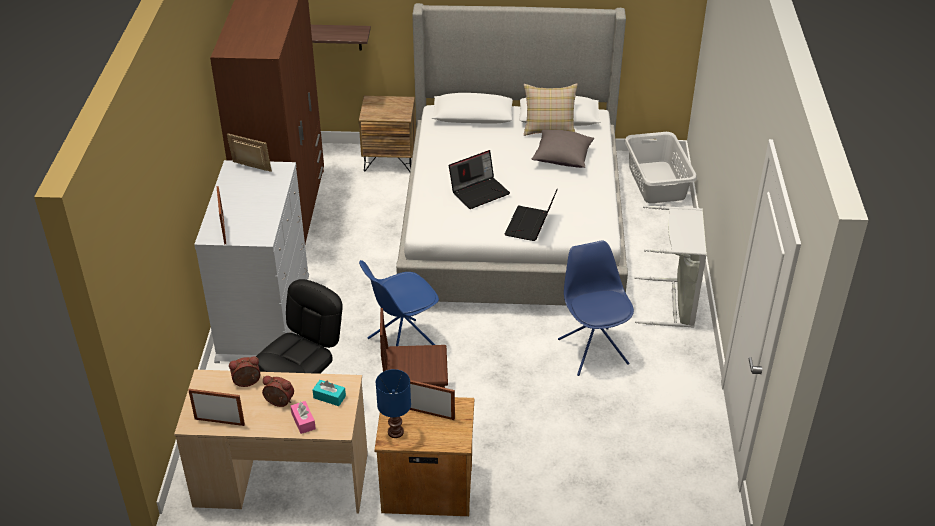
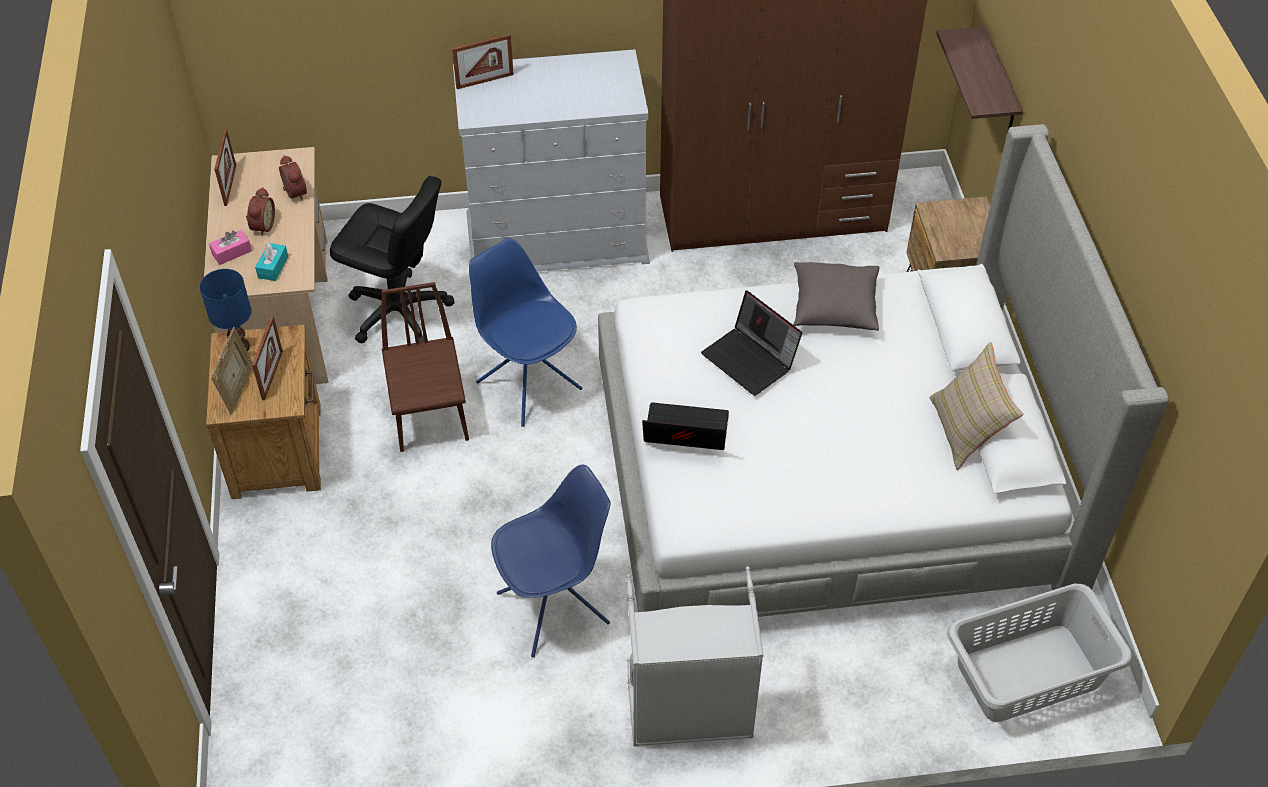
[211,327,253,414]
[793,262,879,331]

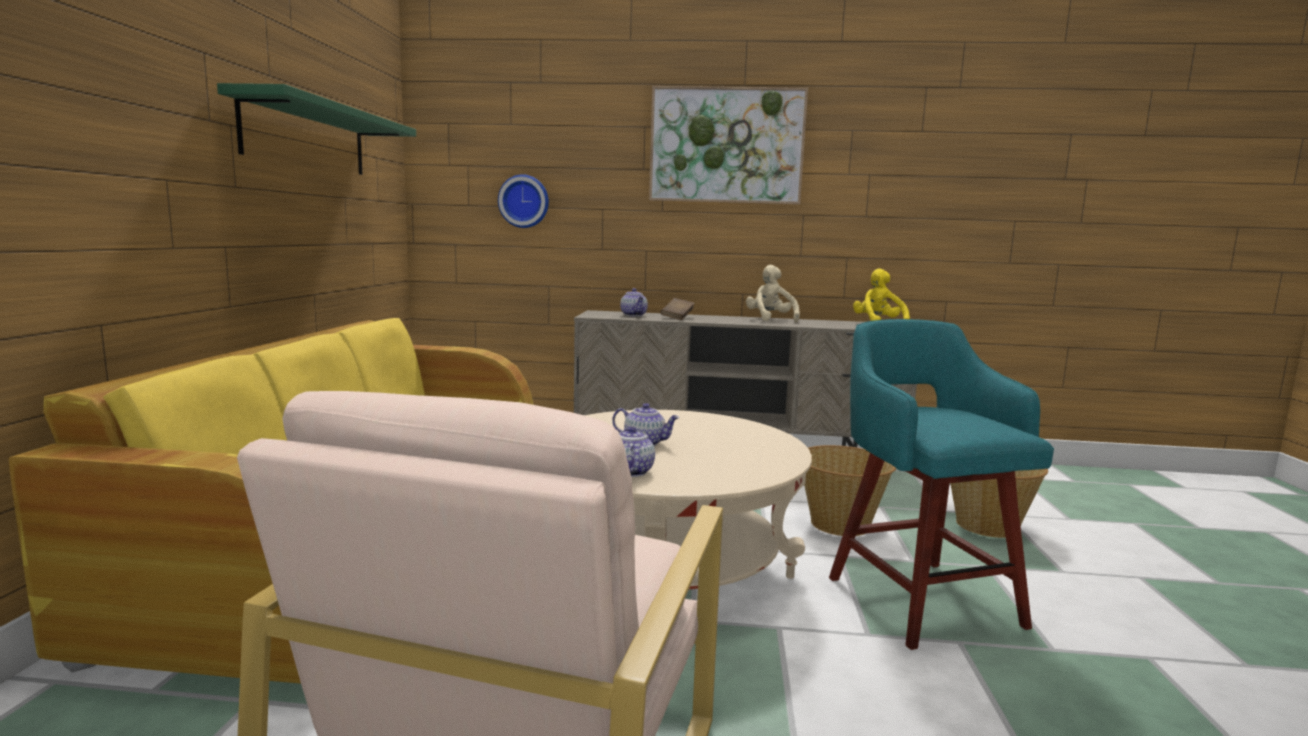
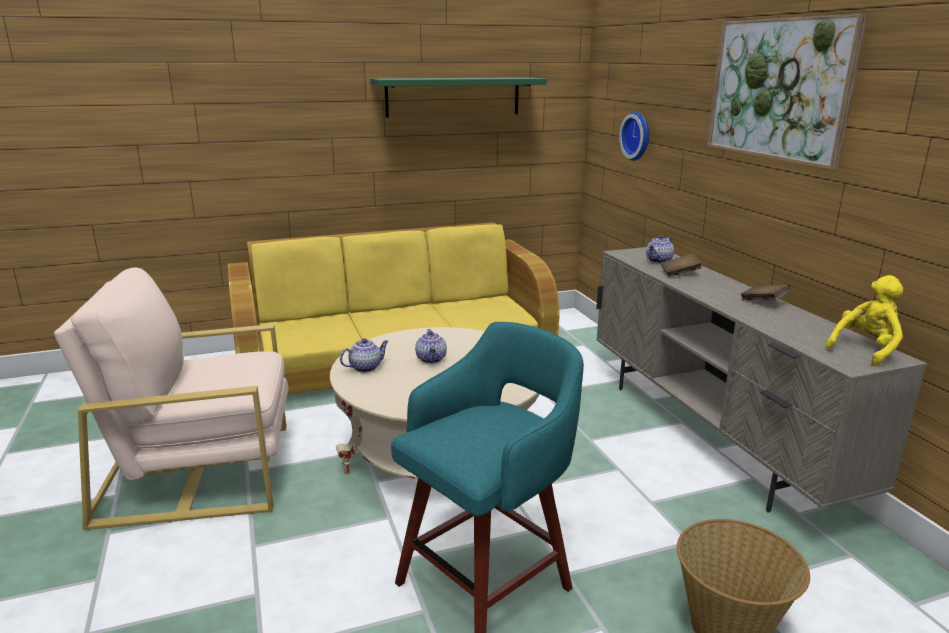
[740,285,791,301]
[804,445,897,536] (first image)

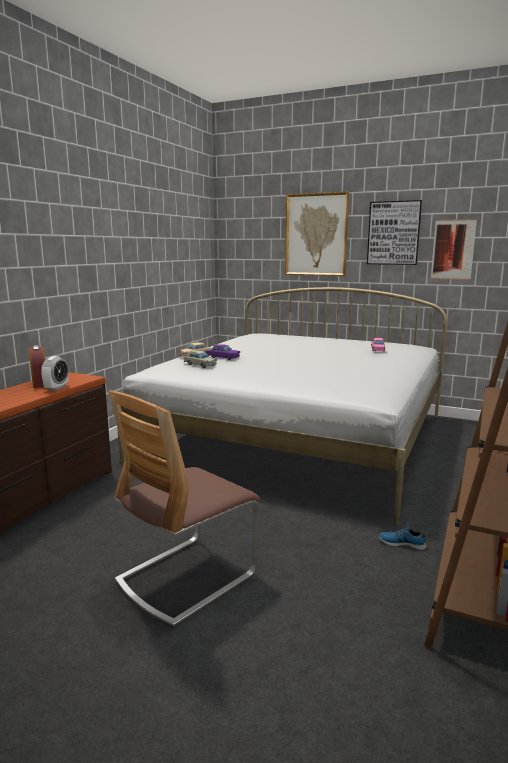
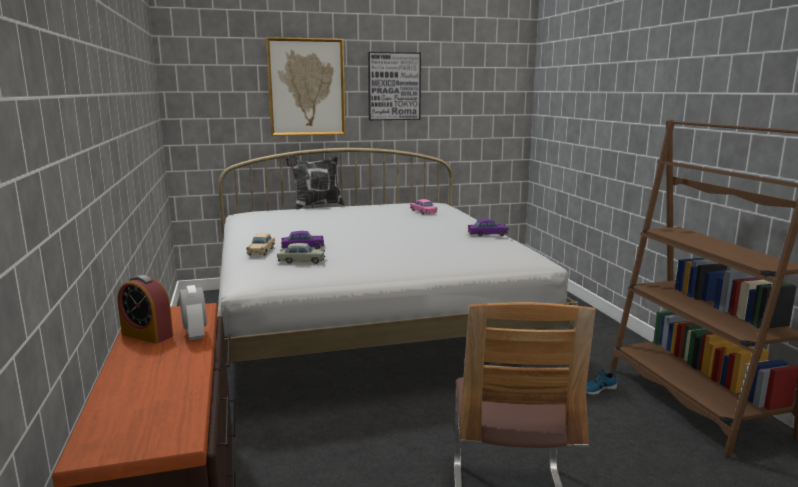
[431,219,477,280] (first image)
[286,155,345,209]
[468,219,509,236]

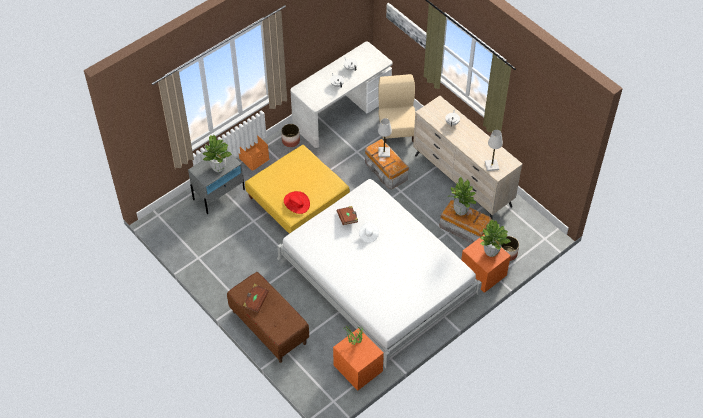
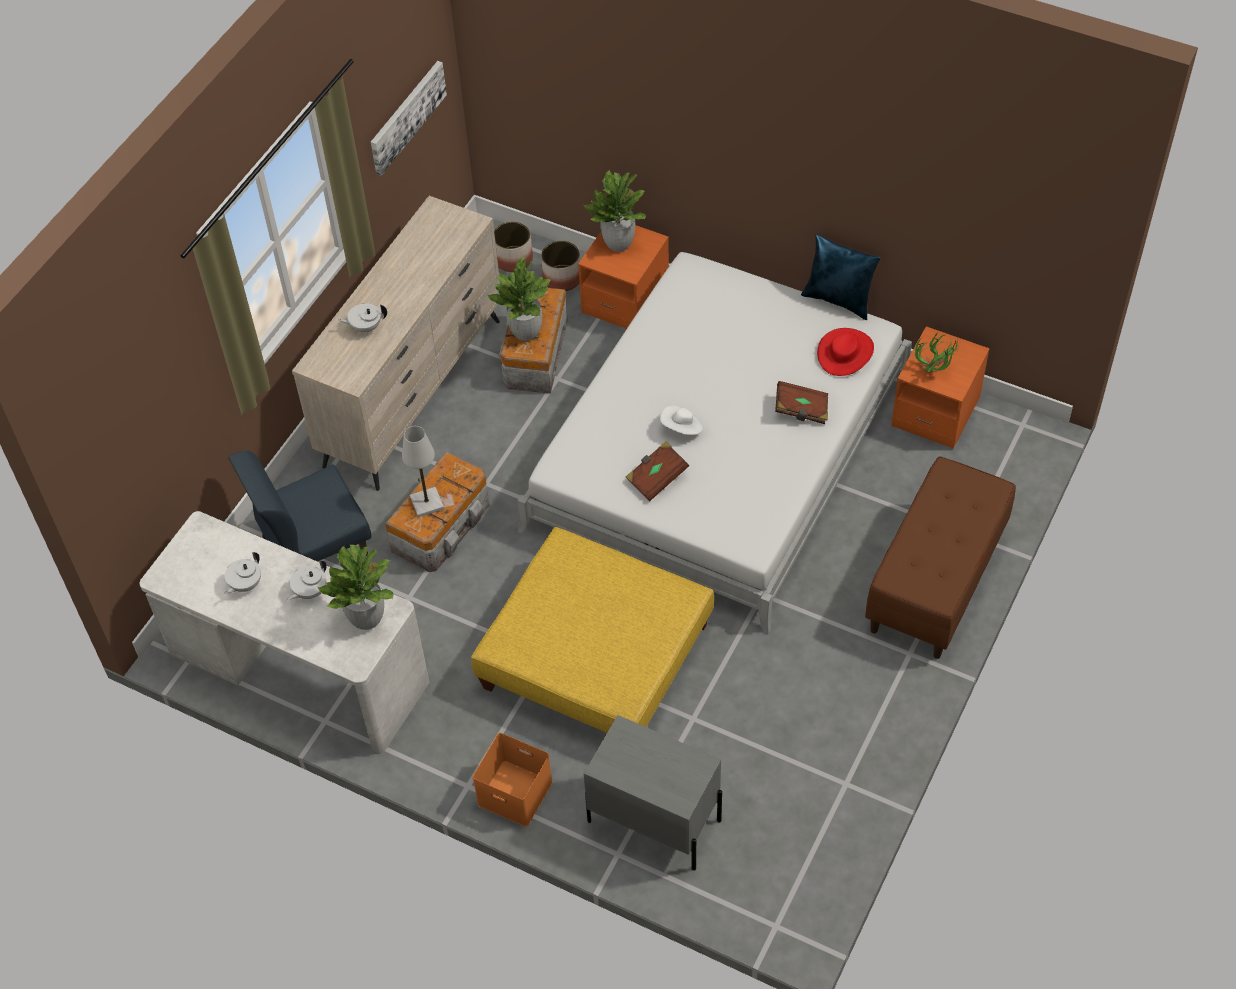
[318,544,393,630]
[775,381,828,424]
[494,222,533,272]
[817,328,874,376]
[228,451,371,562]
[371,61,447,176]
[485,130,503,171] (first image)
[801,234,880,320]

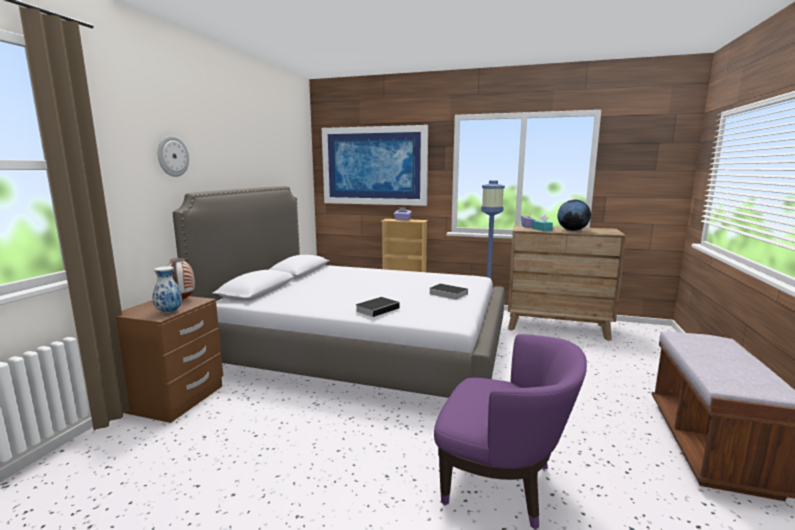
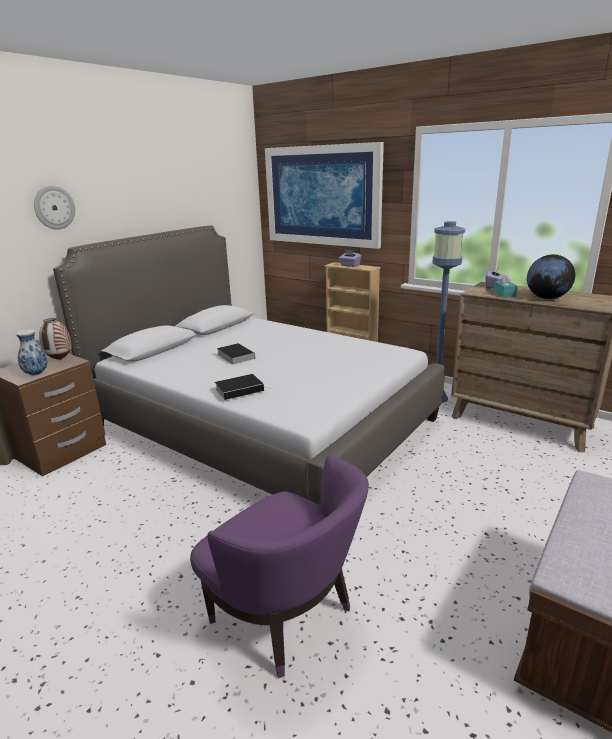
[217,343,255,365]

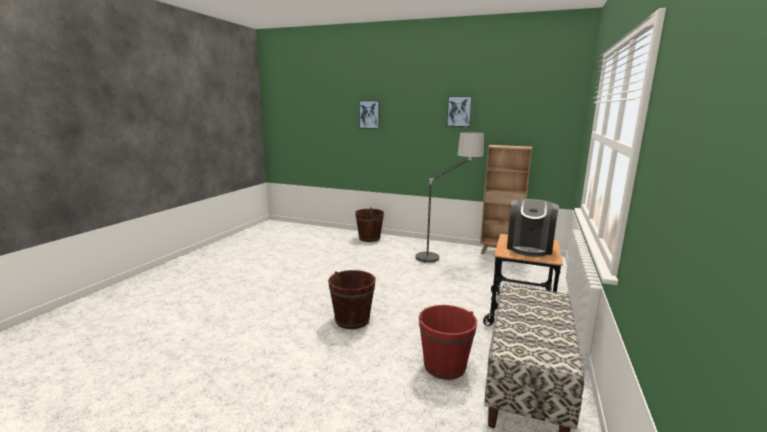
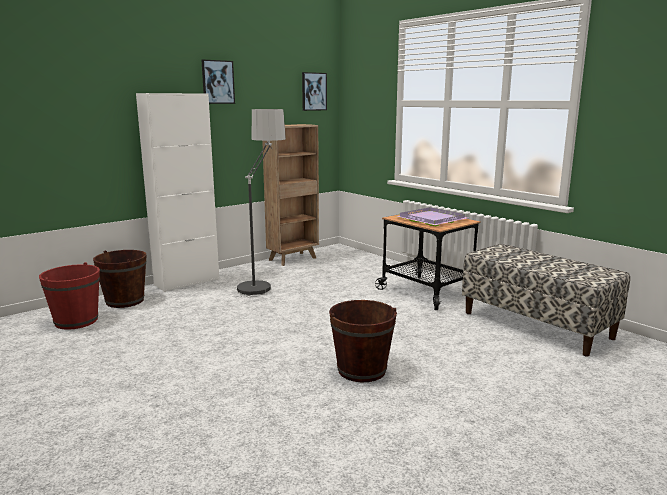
[302,72,327,111]
[39,262,100,330]
[396,207,468,226]
[136,93,219,292]

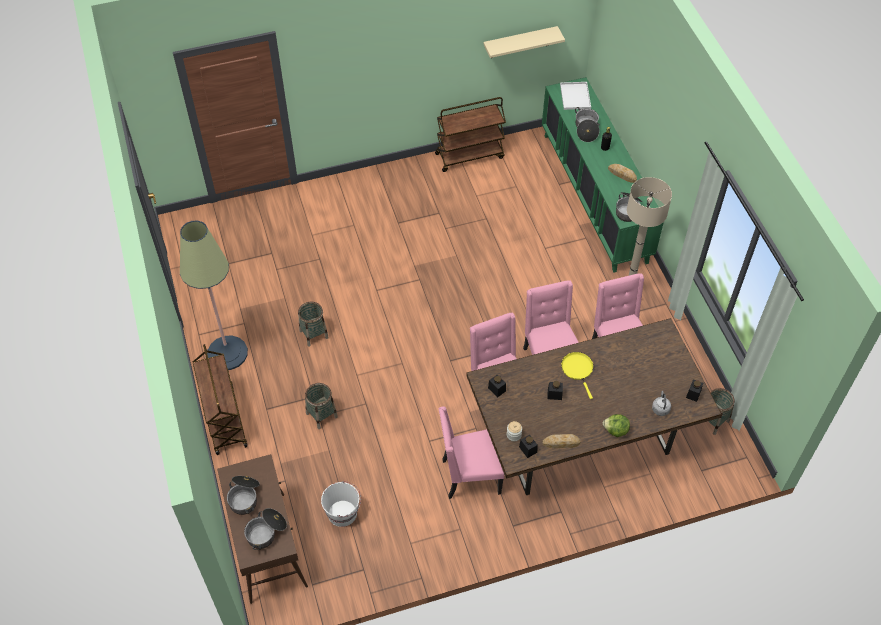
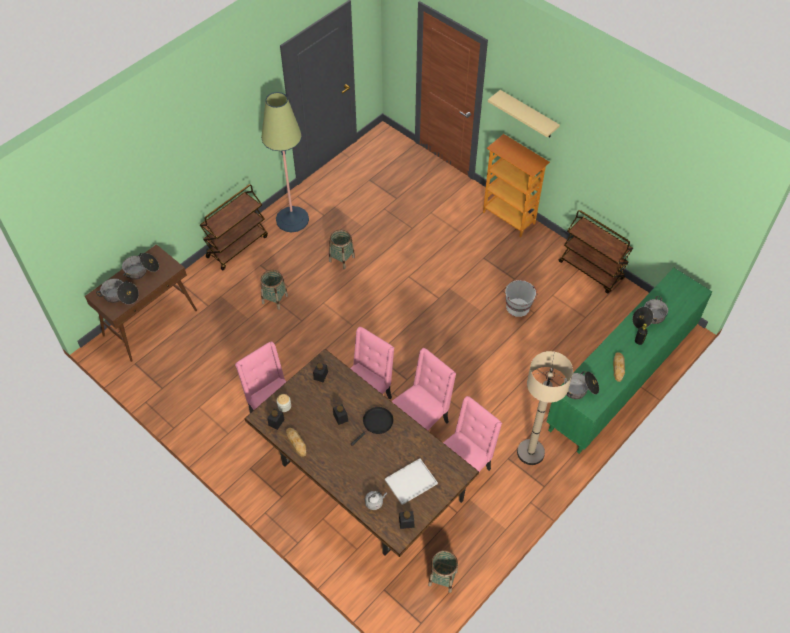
[505,280,537,317]
[488,90,560,137]
[385,458,438,505]
[351,407,393,446]
[603,414,630,437] (first image)
[483,134,550,237]

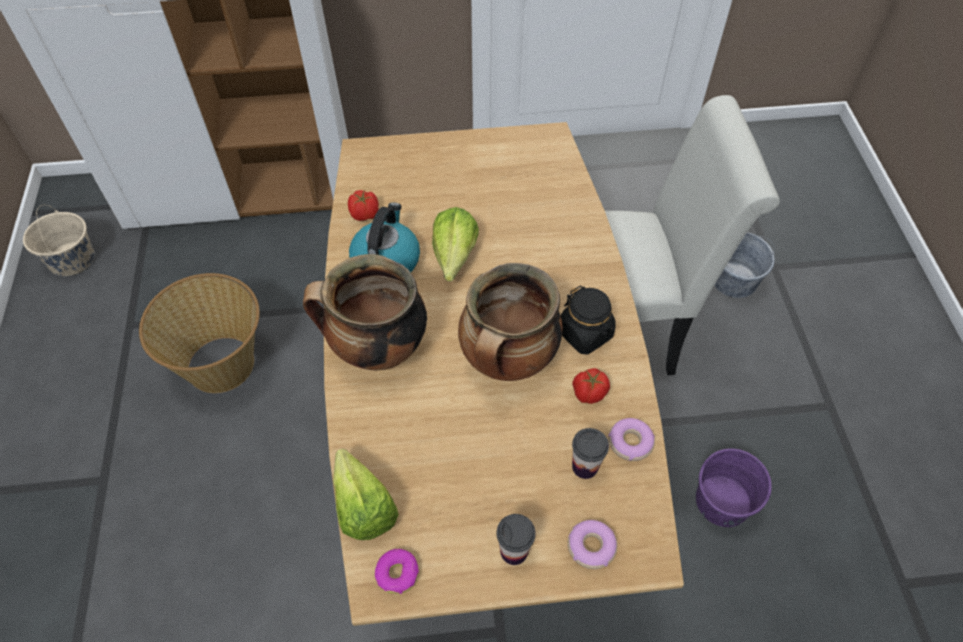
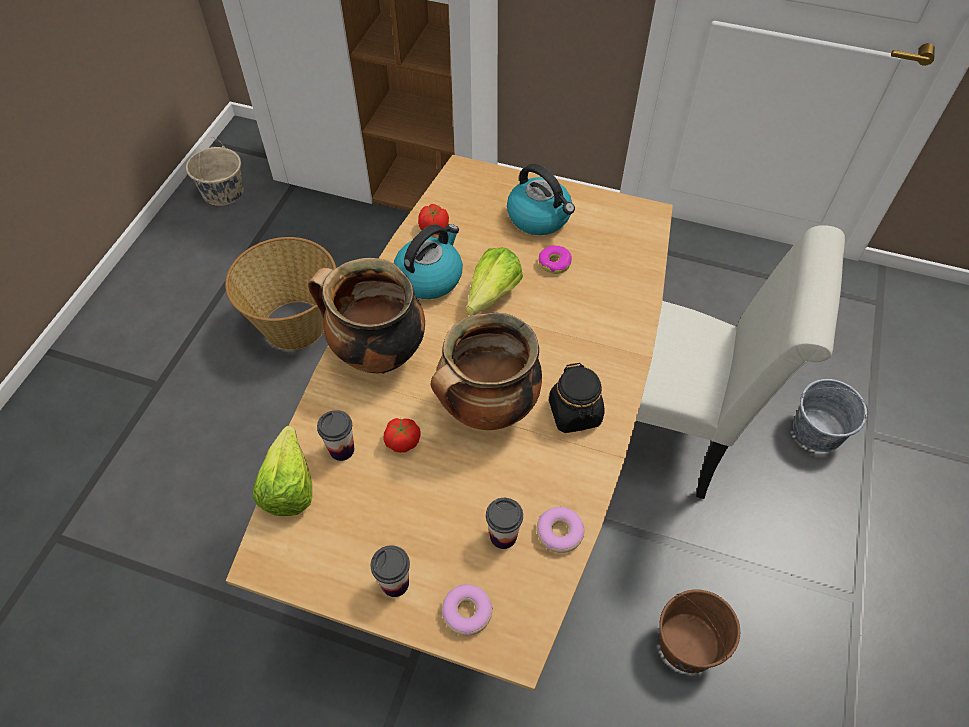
[538,245,572,274]
[384,418,420,453]
[659,589,740,673]
[317,410,354,461]
[507,164,575,235]

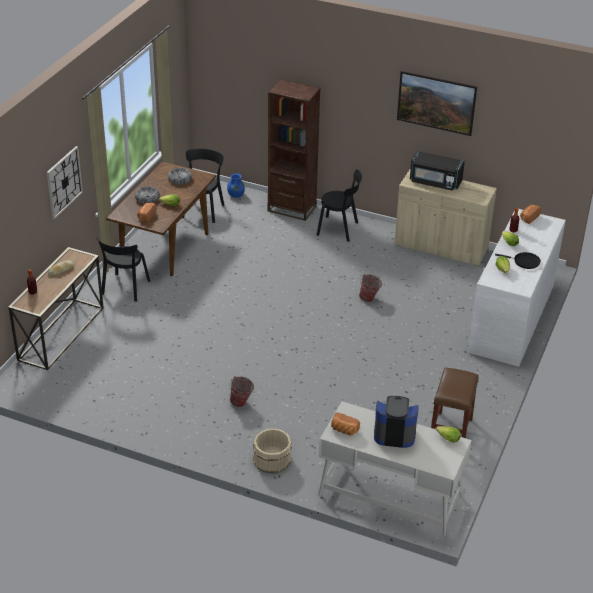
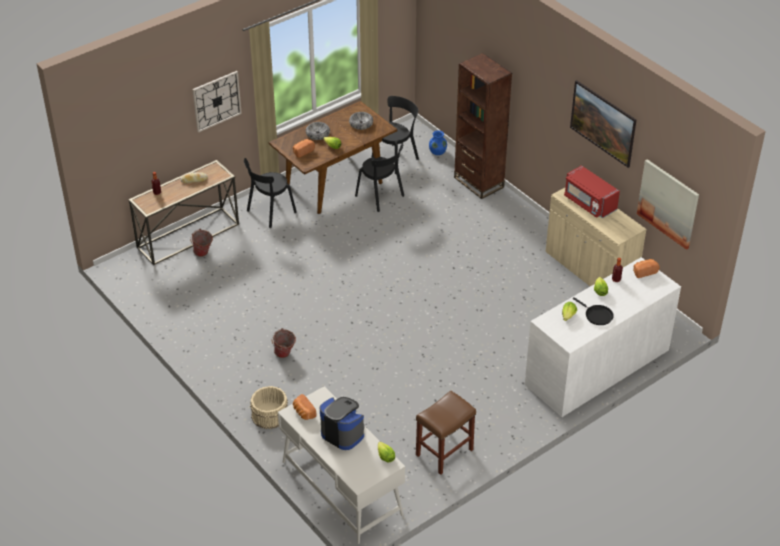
[355,143,404,212]
[190,229,213,257]
[564,165,620,218]
[637,159,699,250]

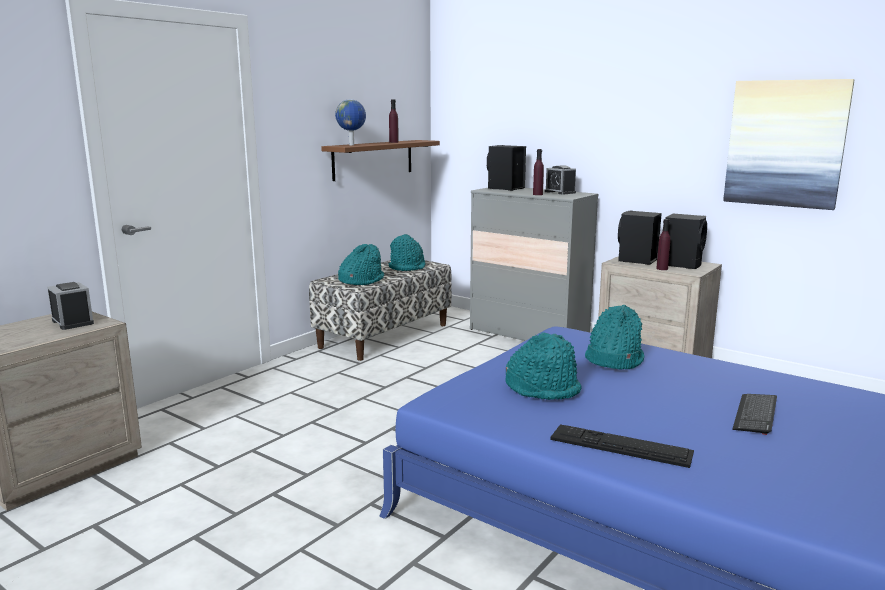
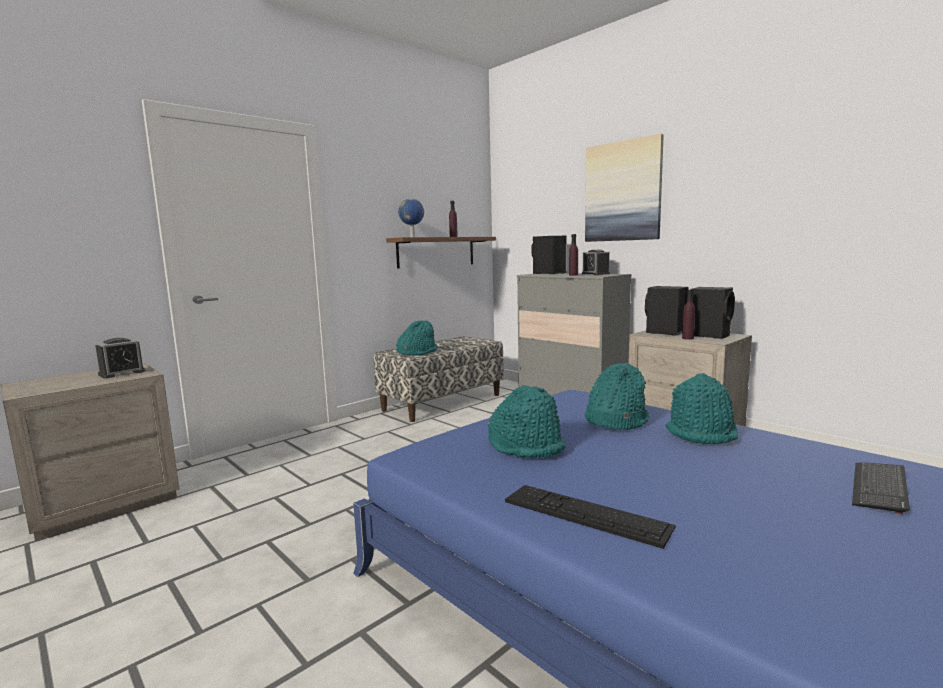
[95,338,146,379]
[665,373,738,444]
[585,133,664,242]
[852,463,910,515]

